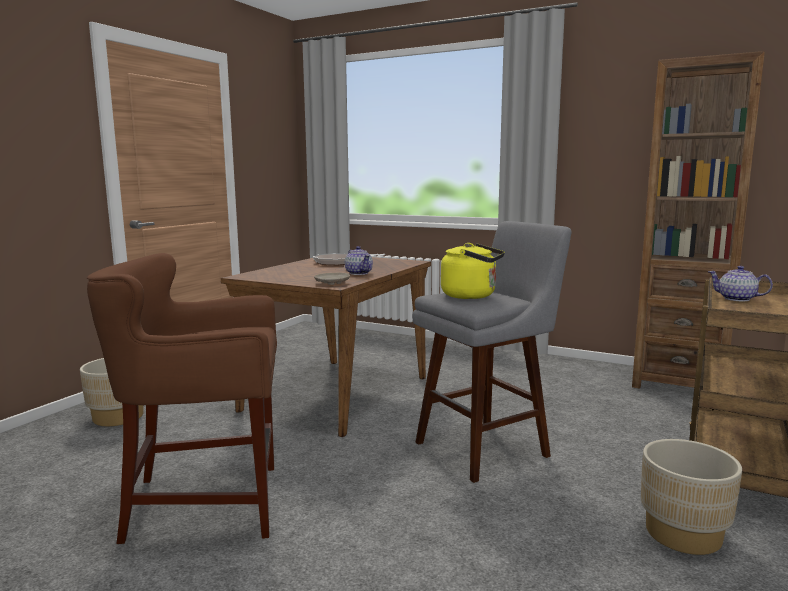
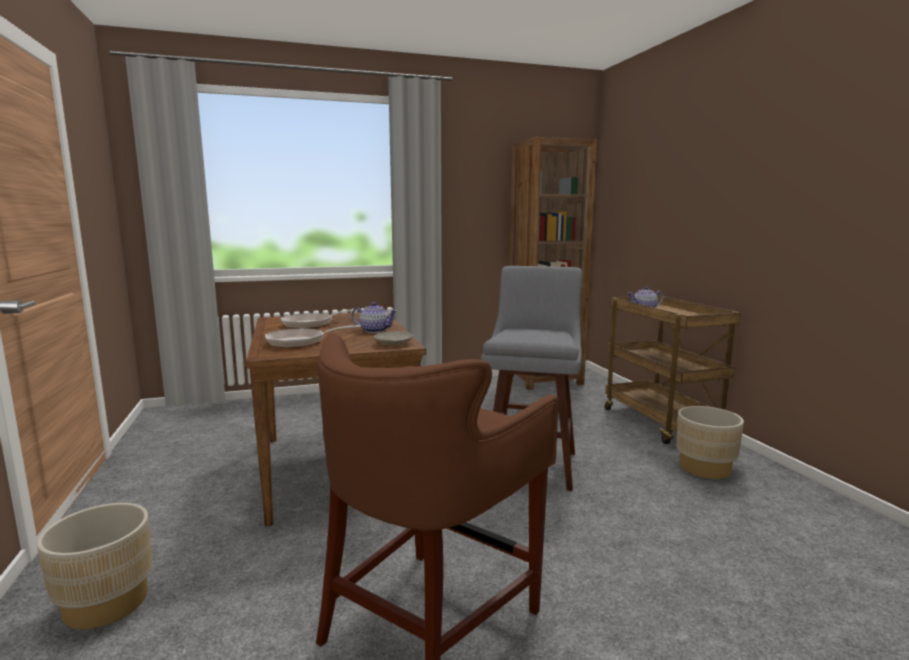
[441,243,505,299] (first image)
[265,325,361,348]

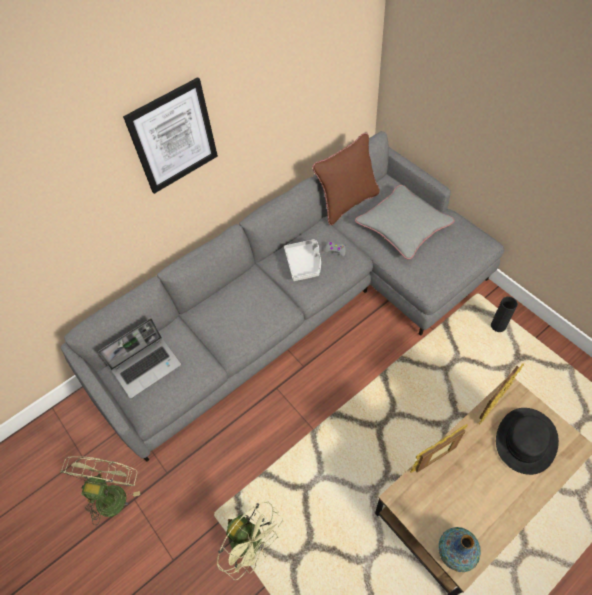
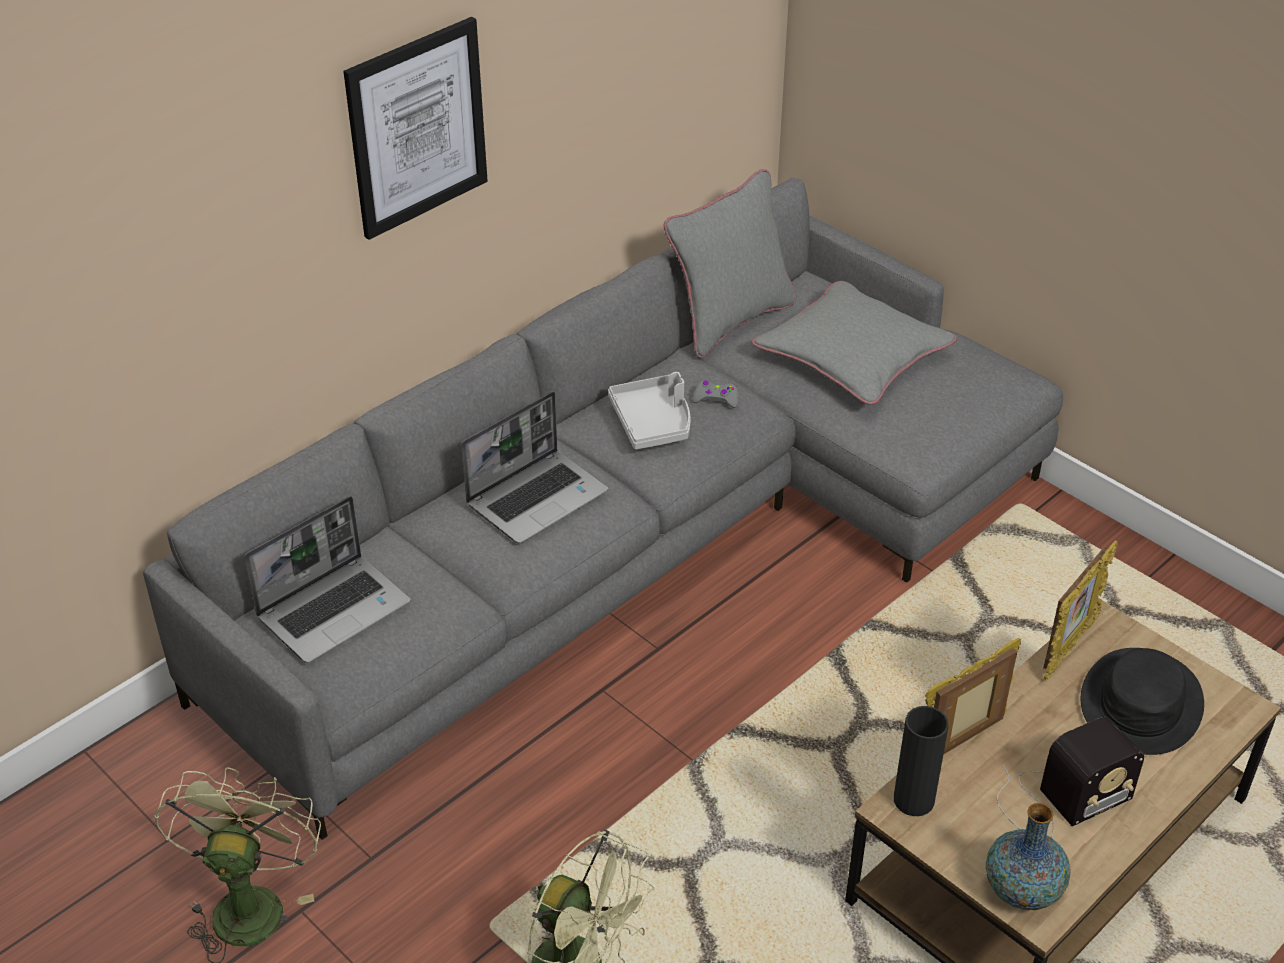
[663,169,796,358]
[894,706,948,816]
[461,391,608,544]
[997,717,1144,838]

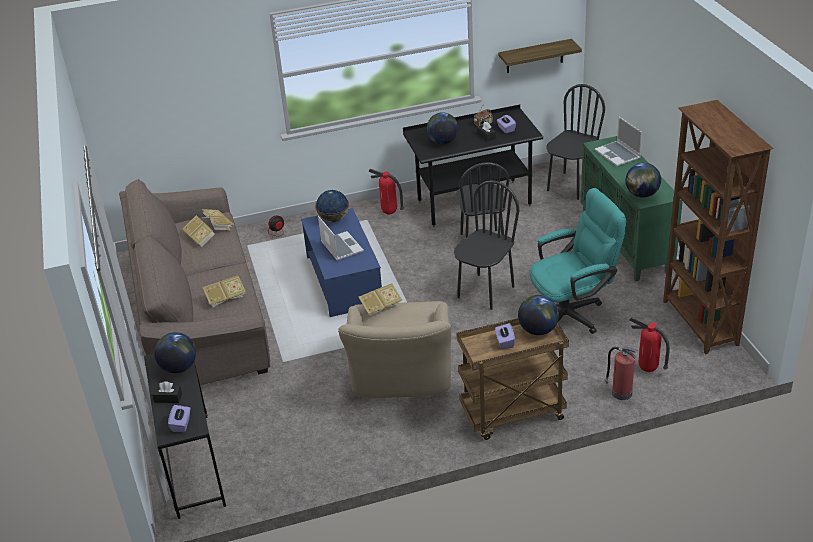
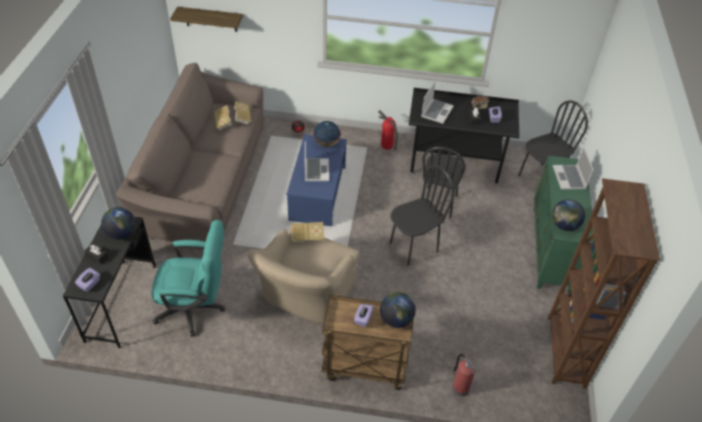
[202,276,246,307] (first image)
[421,80,454,124]
[170,7,243,32]
[152,220,225,337]
[630,317,670,372] (first image)

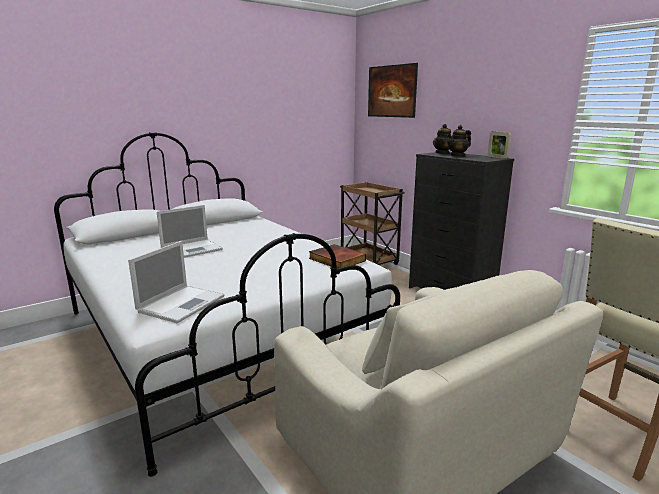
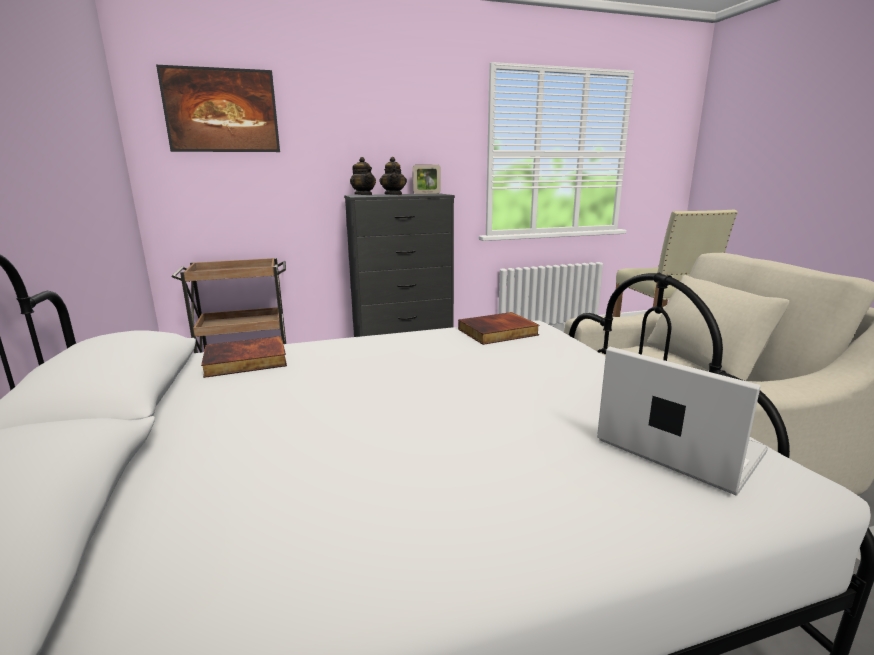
[157,205,223,258] (first image)
[201,336,287,378]

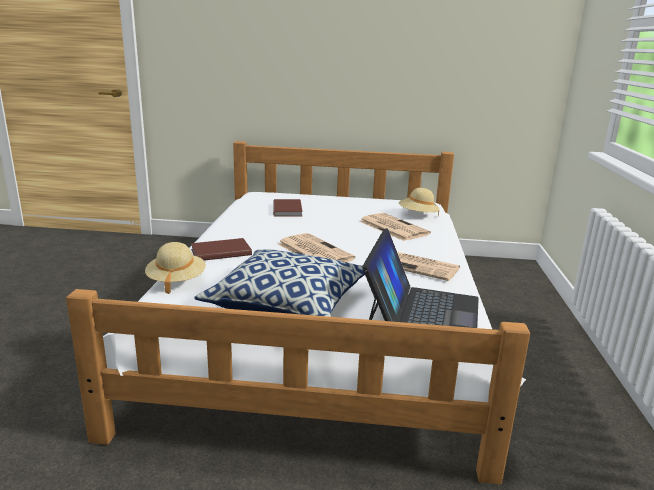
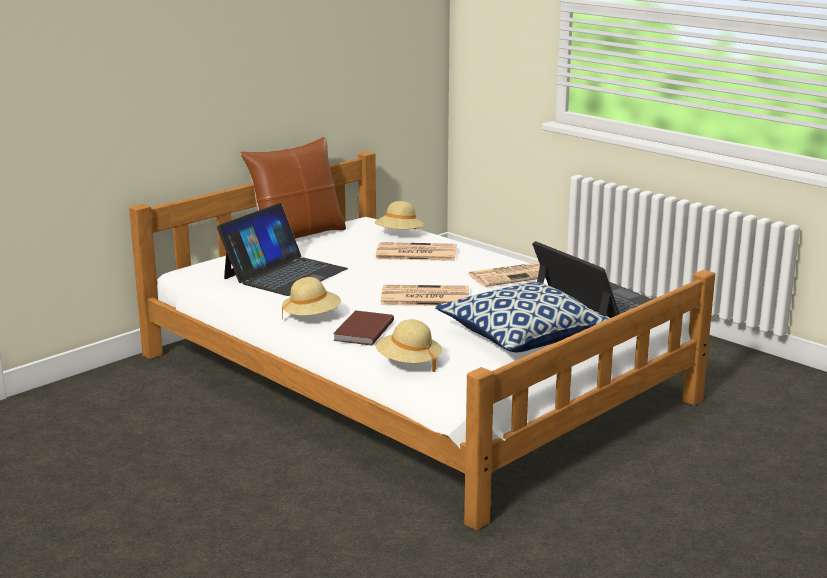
[217,203,348,296]
[240,137,346,239]
[282,277,341,319]

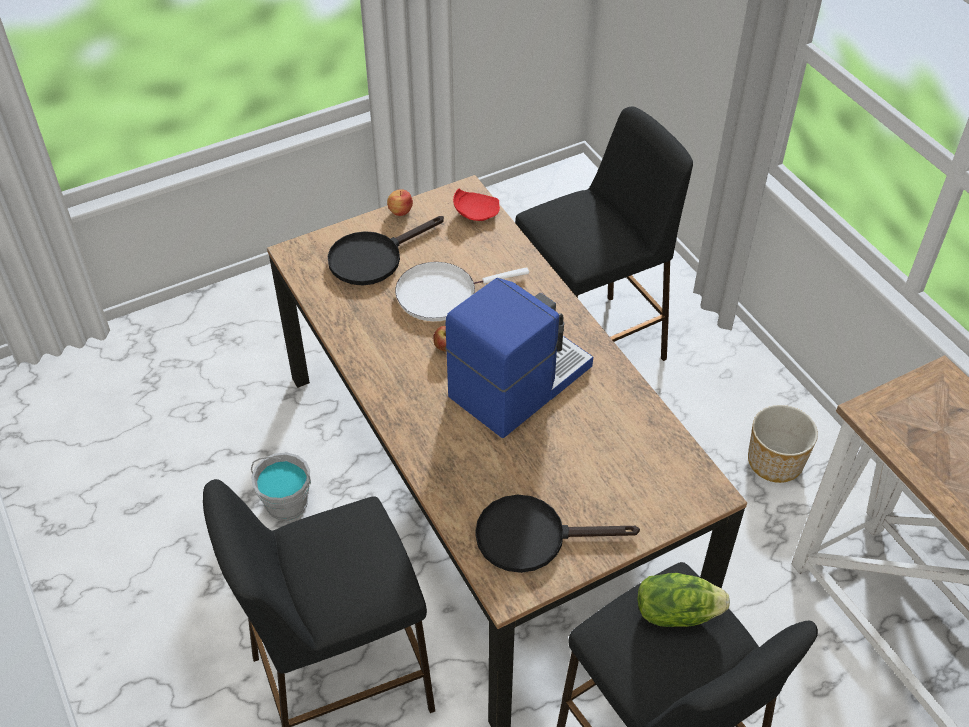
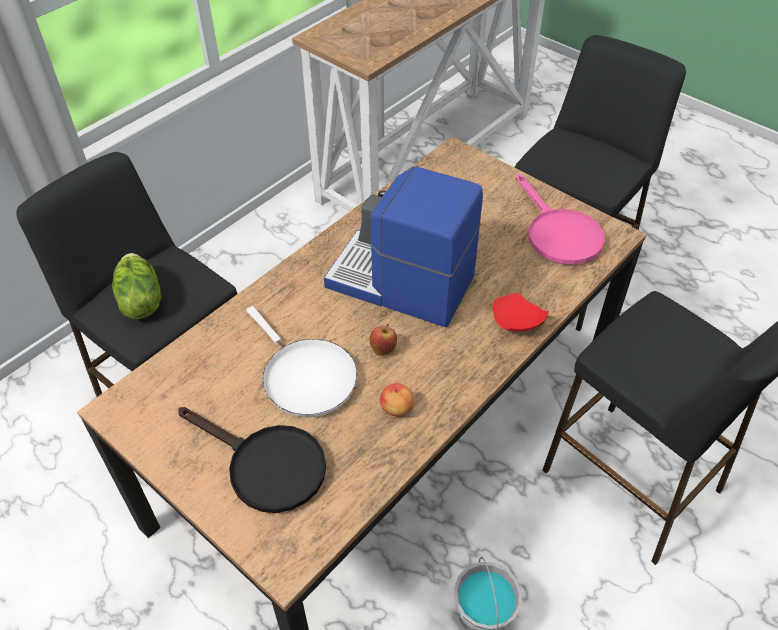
[380,383,414,416]
[493,293,549,332]
[516,174,605,265]
[112,253,162,319]
[748,405,818,483] (first image)

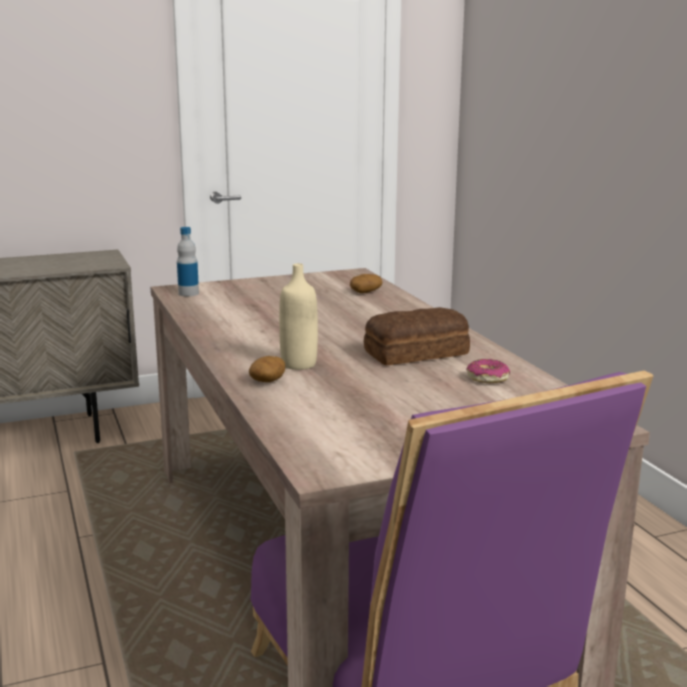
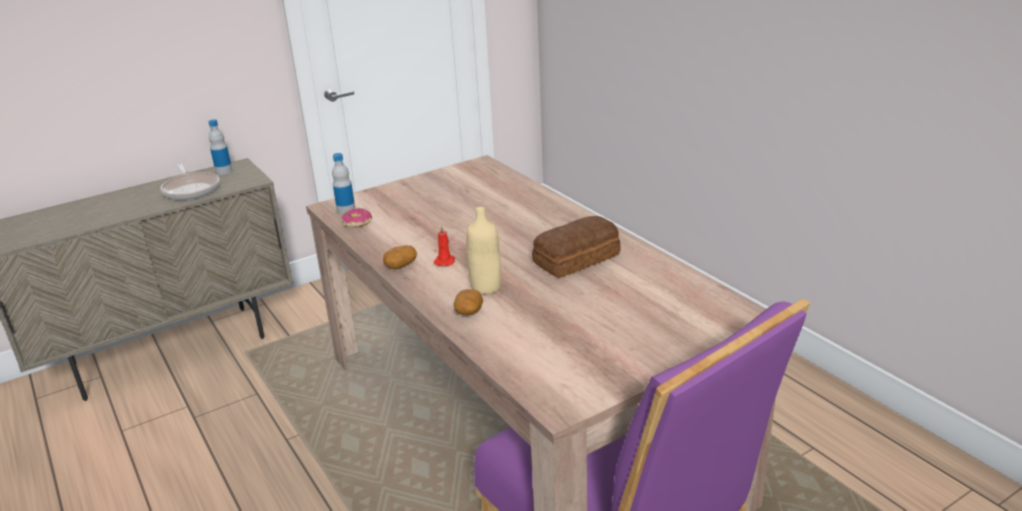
[383,245,417,269]
[342,208,372,227]
[161,163,220,200]
[208,119,233,175]
[434,225,455,266]

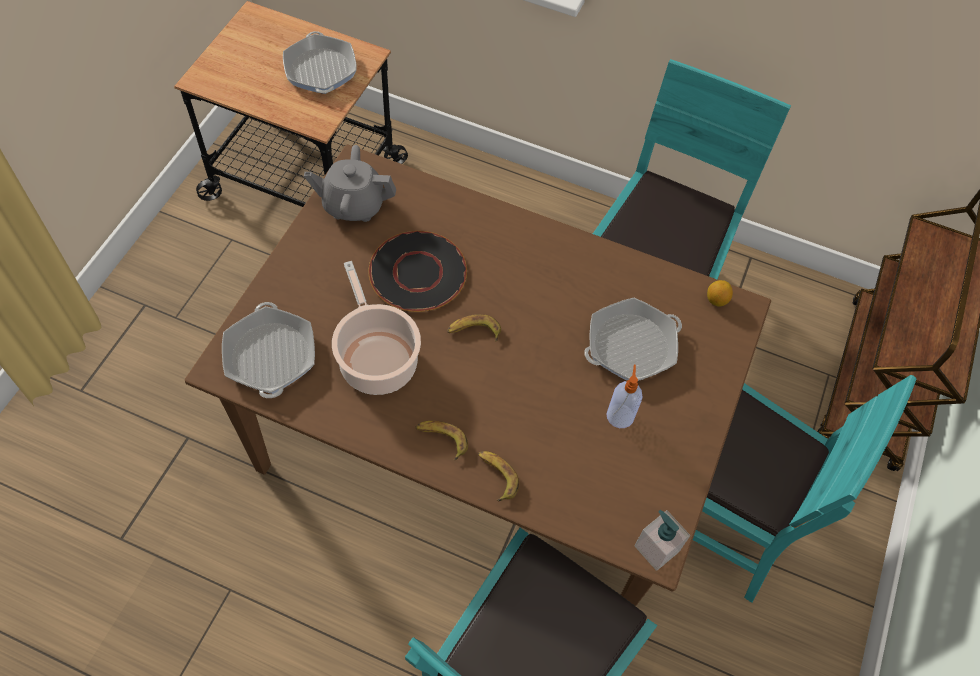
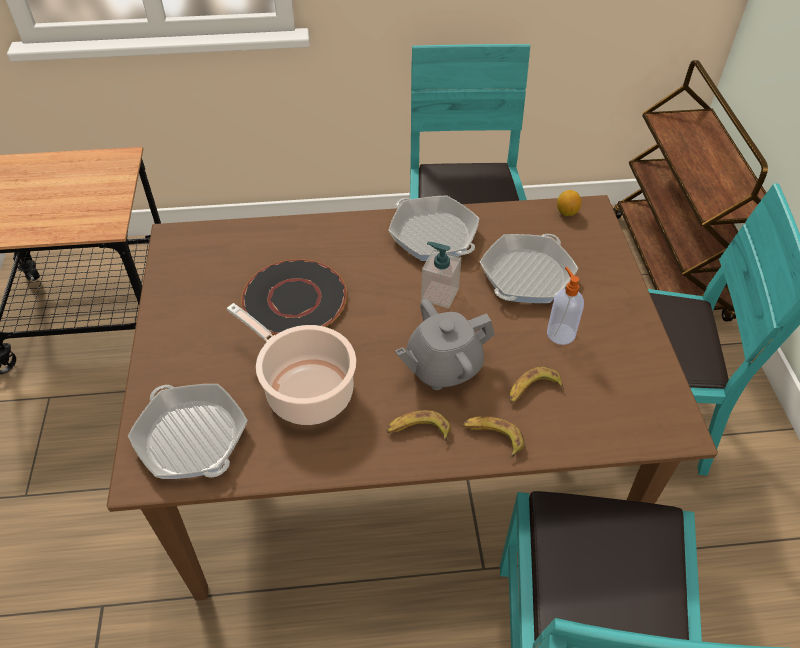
[388,196,479,261]
[395,299,495,390]
[509,367,564,403]
[421,242,461,308]

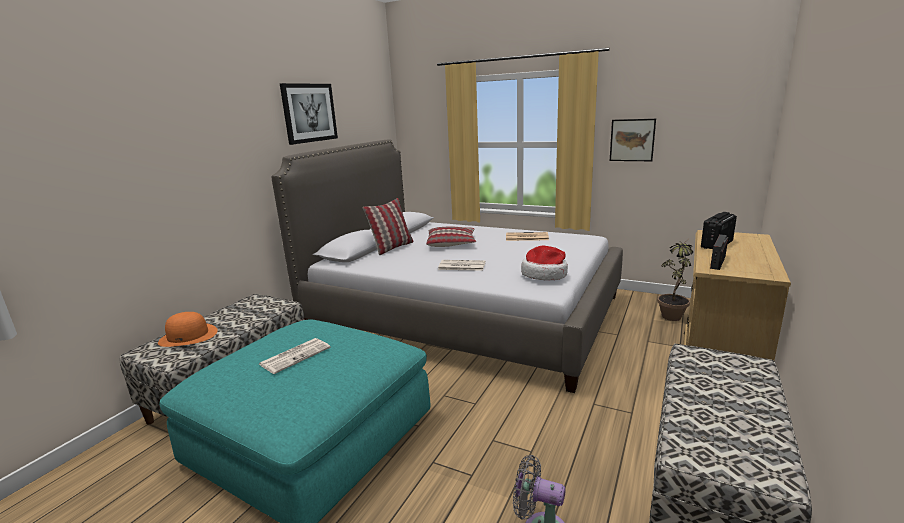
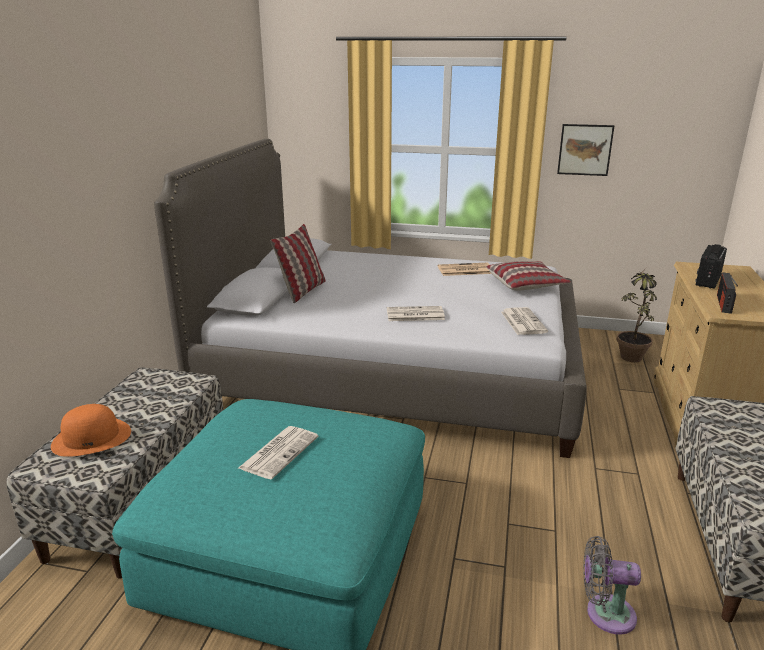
[280,83,338,145] (first image)
[486,261,571,291]
[501,307,548,335]

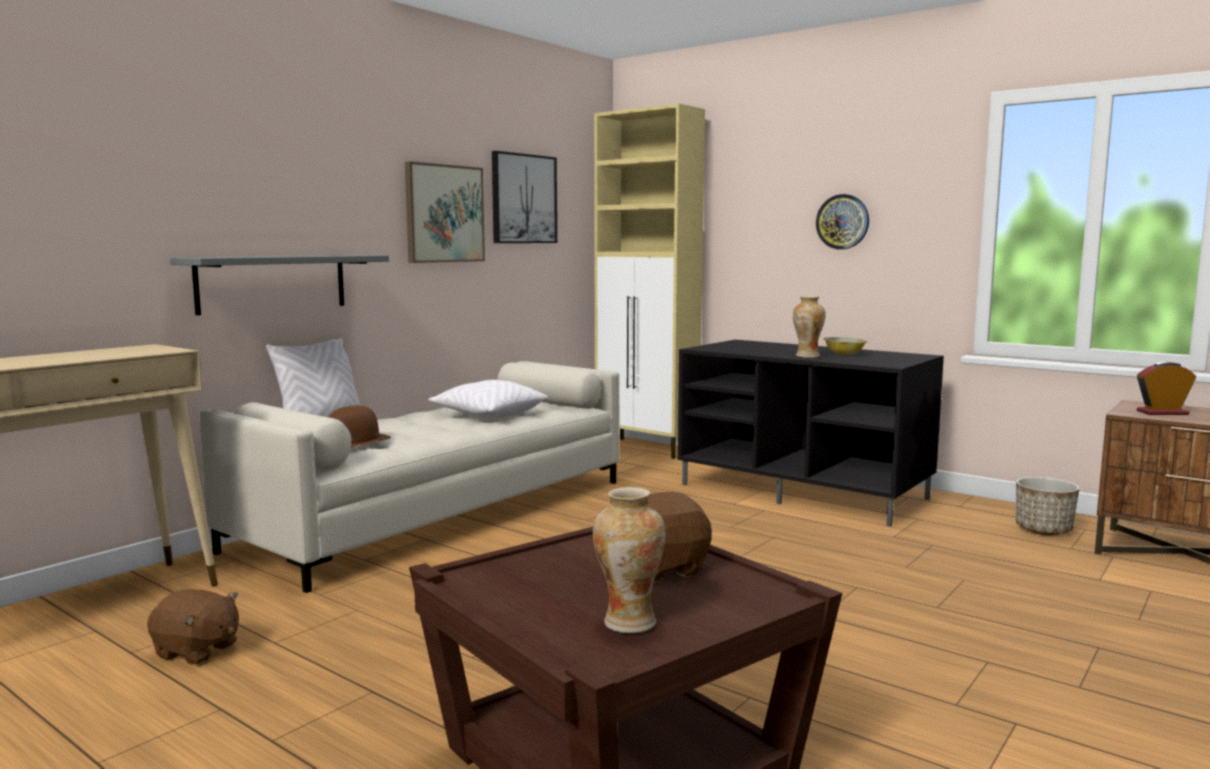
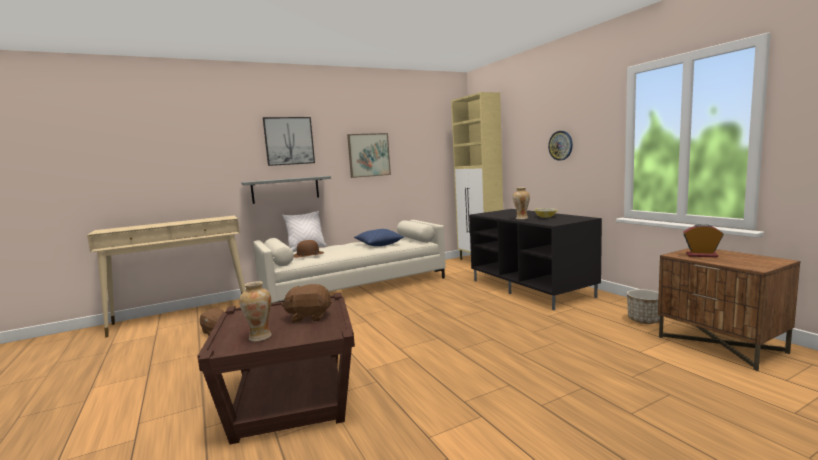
[354,229,404,246]
[263,117,315,166]

